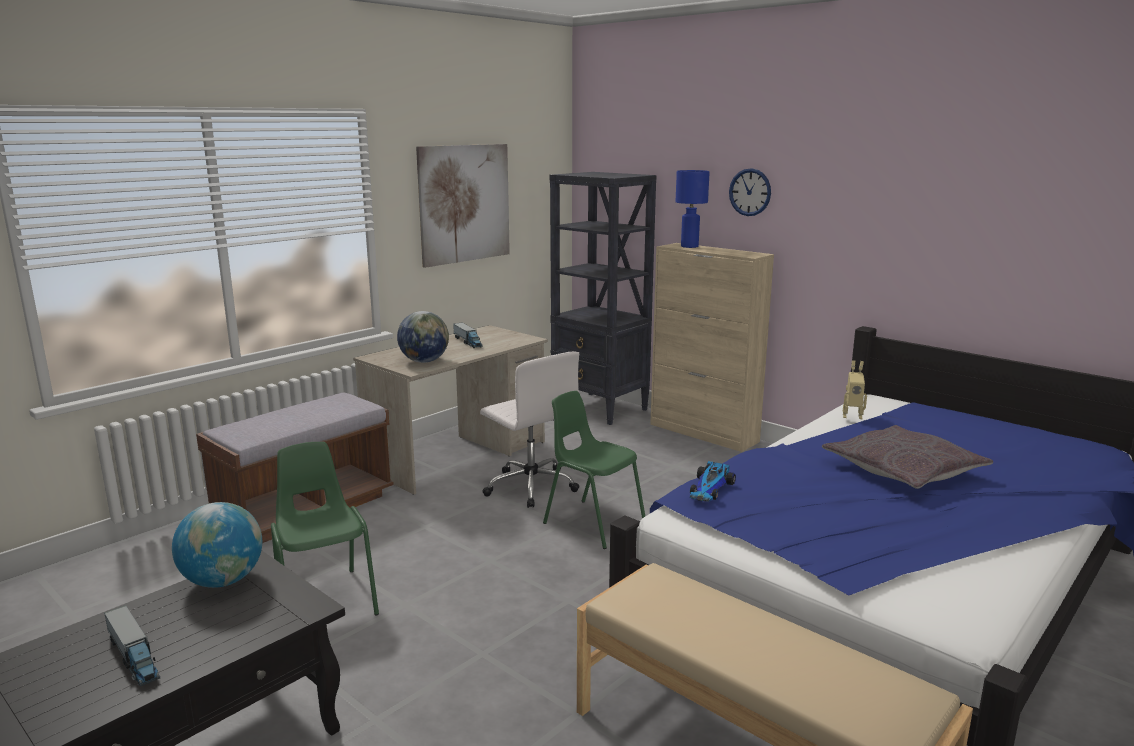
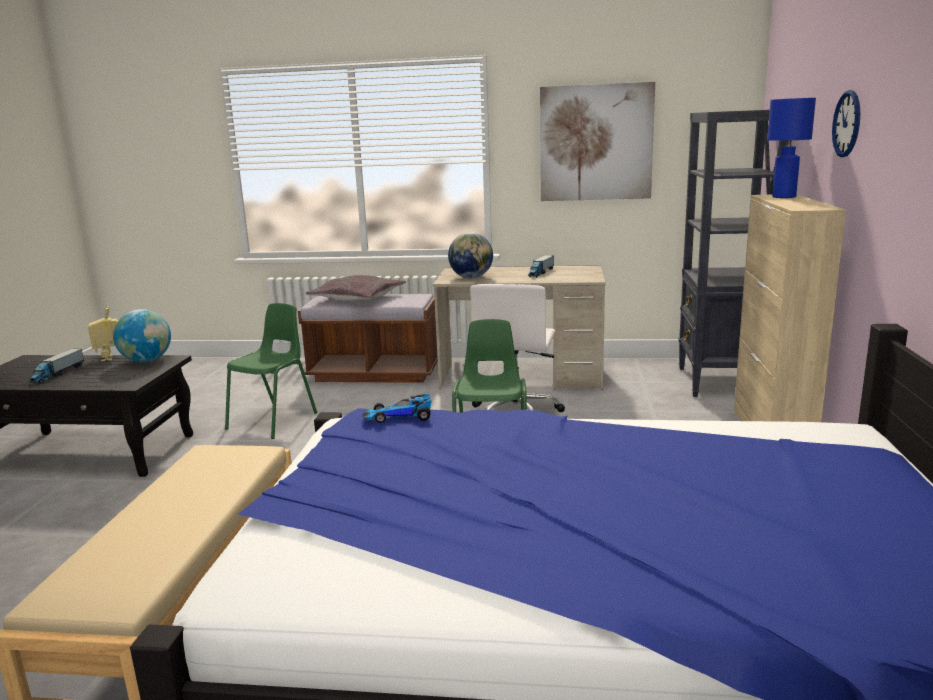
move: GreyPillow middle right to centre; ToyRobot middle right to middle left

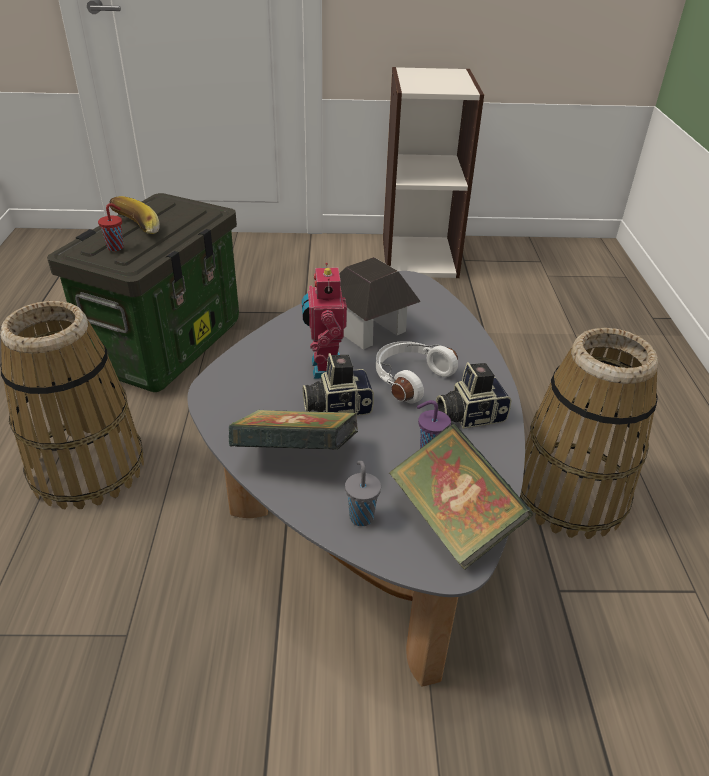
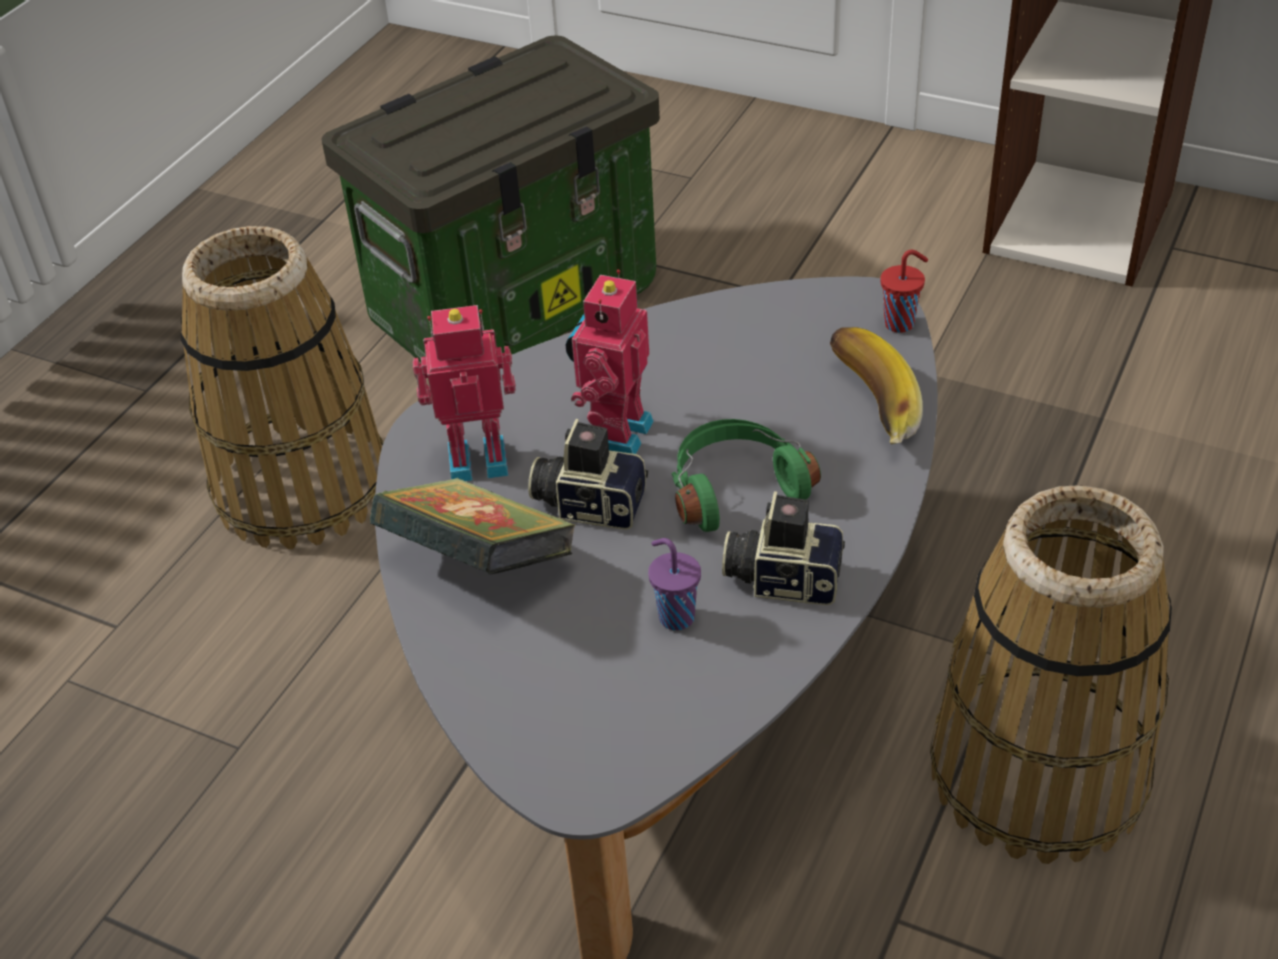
delete: ToyHouse centre; GreyCup centre; Book (2nd from left) centre
insert: ToyRobot (1st from left) centre
move: RedCup top left to top right; Banana top left to middle right
recolor: WhiteHeadphones centre to GreenHeadphones centre

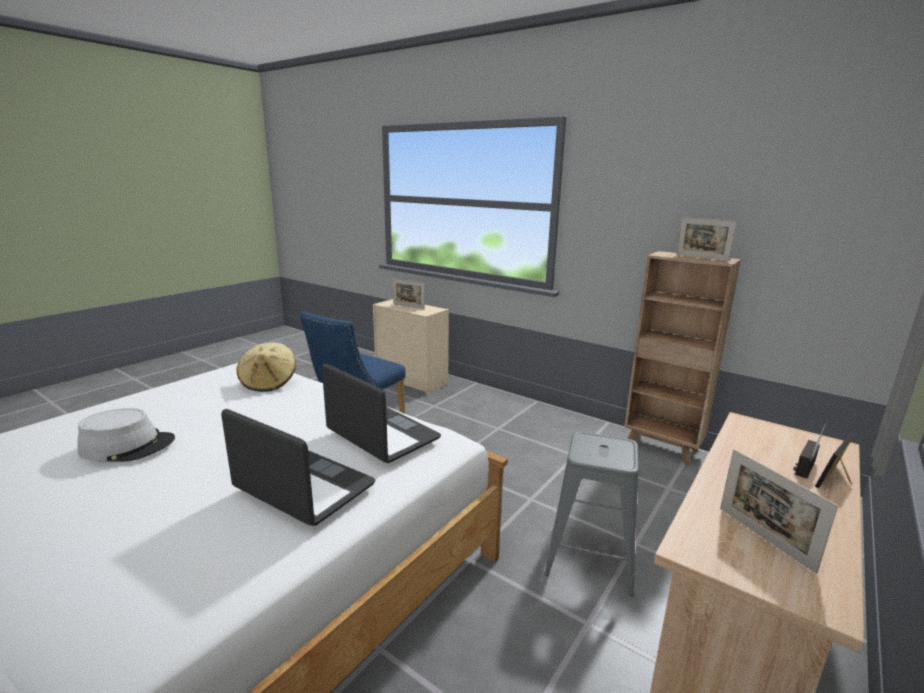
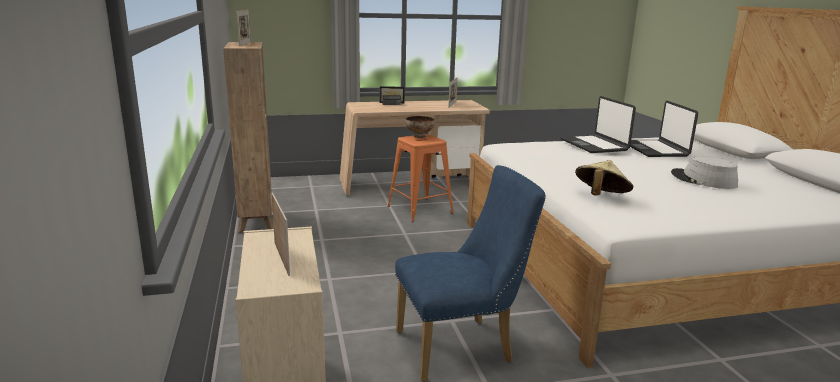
insert: Bowl top centre
move: Laptop (2nd from left) centre to middle right
recolor: GreyStool bottom centre to OrangeStool centre

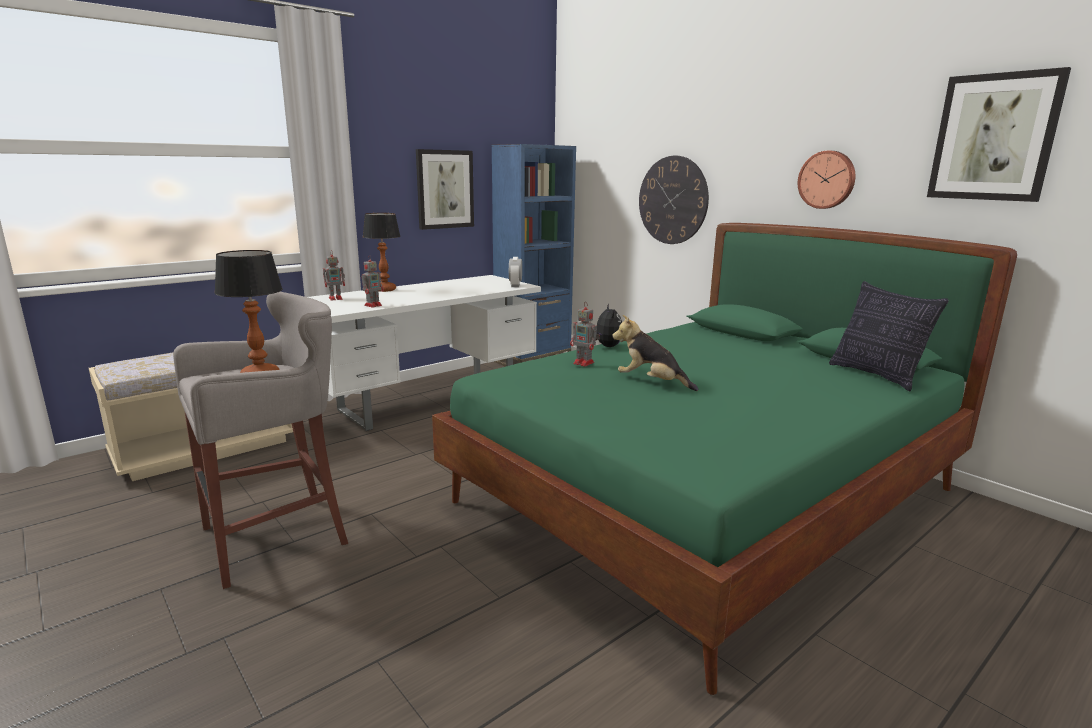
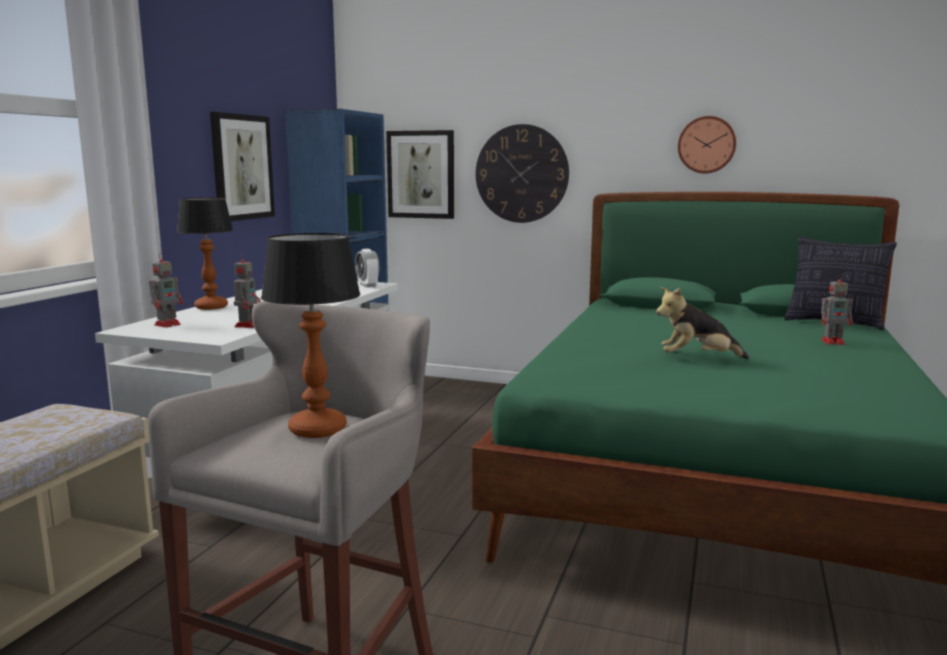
delete: PlushToy (1st from left) centre
move: ToyRobot (3rd from left) centre to middle right; Picture (2nd from left) top right to top centre

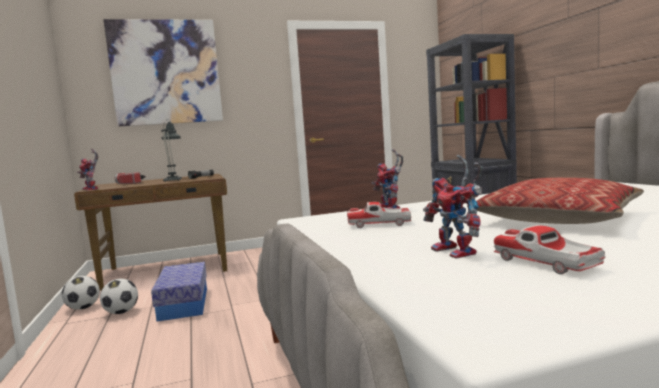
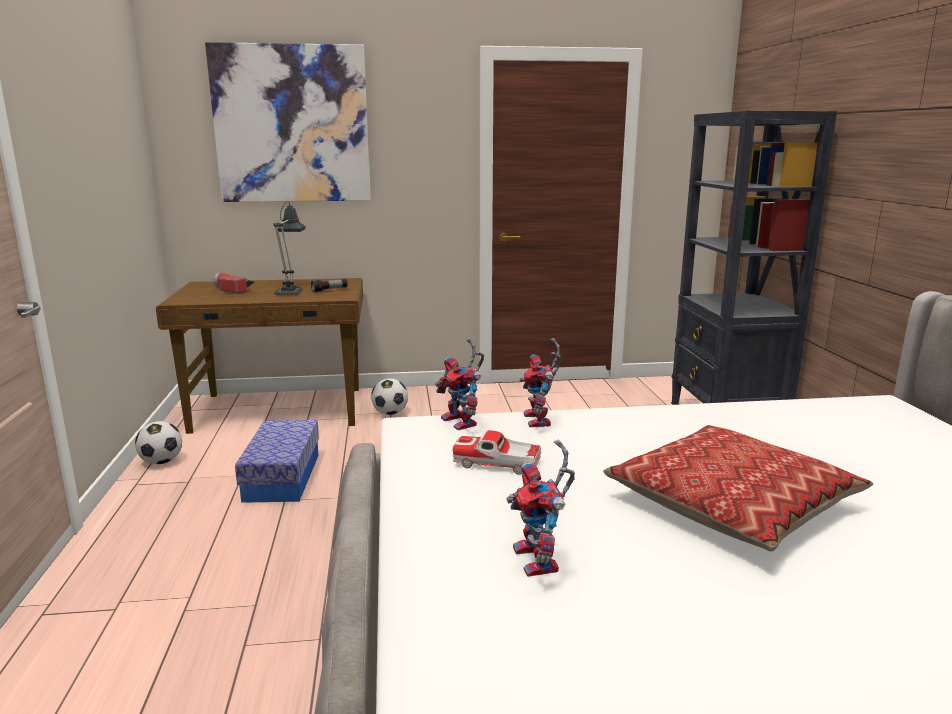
delete: ToyCar (2nd from left) middle right
move: ToyRobot (1st from left) middle left to centre; Football (2nd from left) bottom left to centre

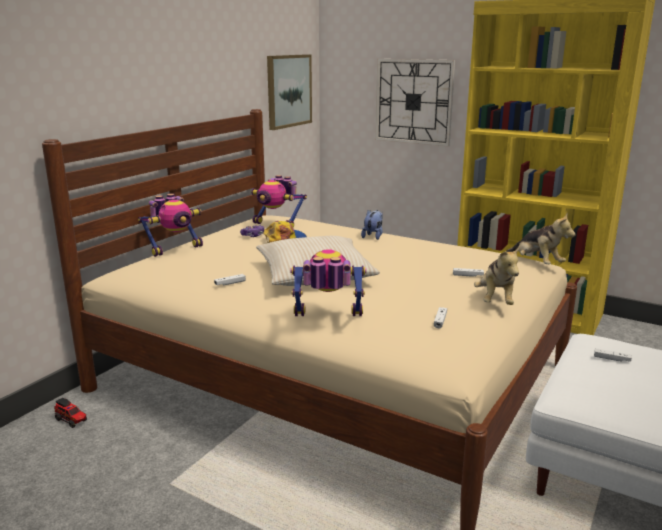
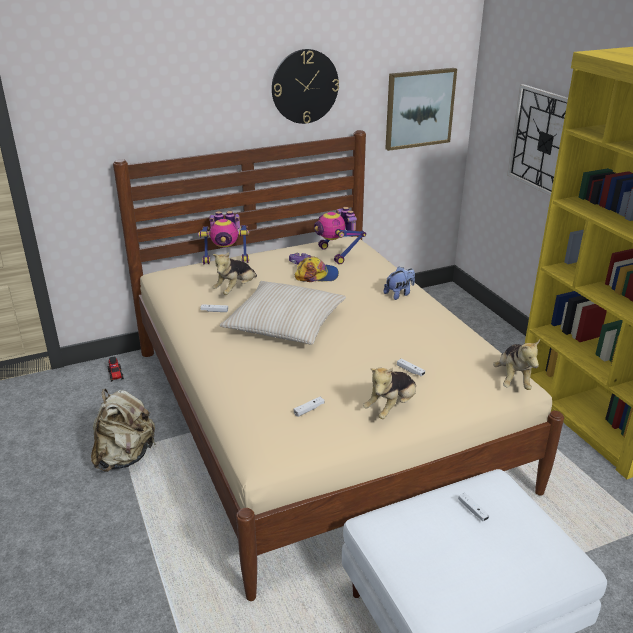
delete: ToyRobot (3rd from left) centre
insert: BeigeBackpack bottom left; PlushToy (1st from left) centre; WallClock (1st from left) top centre

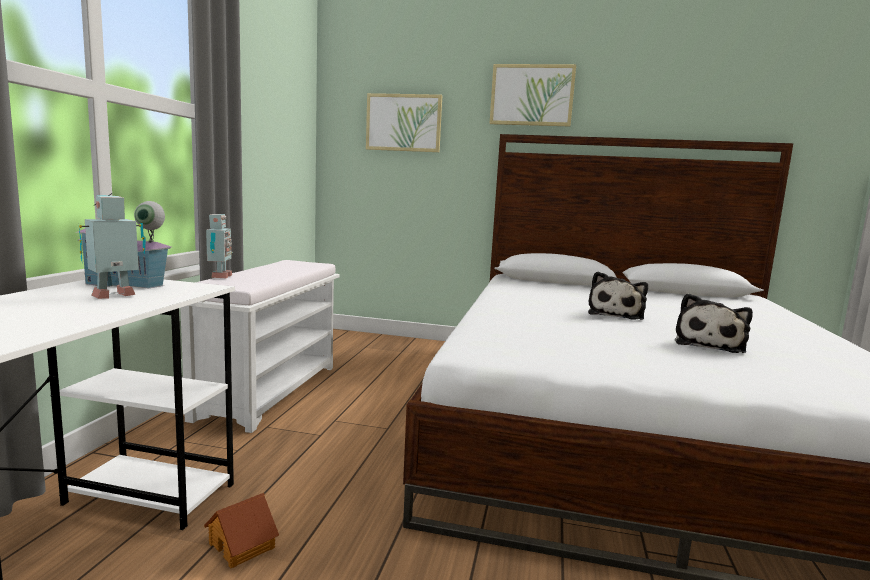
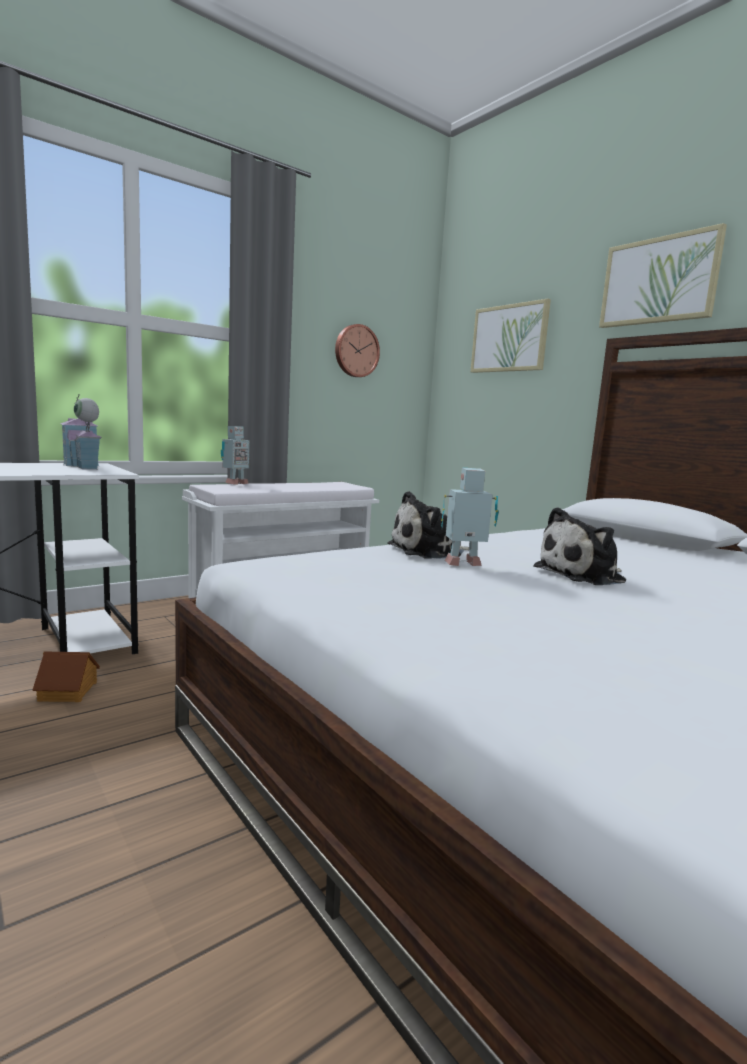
insert: WallClock top centre
move: ToyRobot (1st from left in the first image) middle left to ToyRobot (2nd from left) centre; PlushToy (2nd from left in the first image) middle right to PlushToy (1st from left) centre

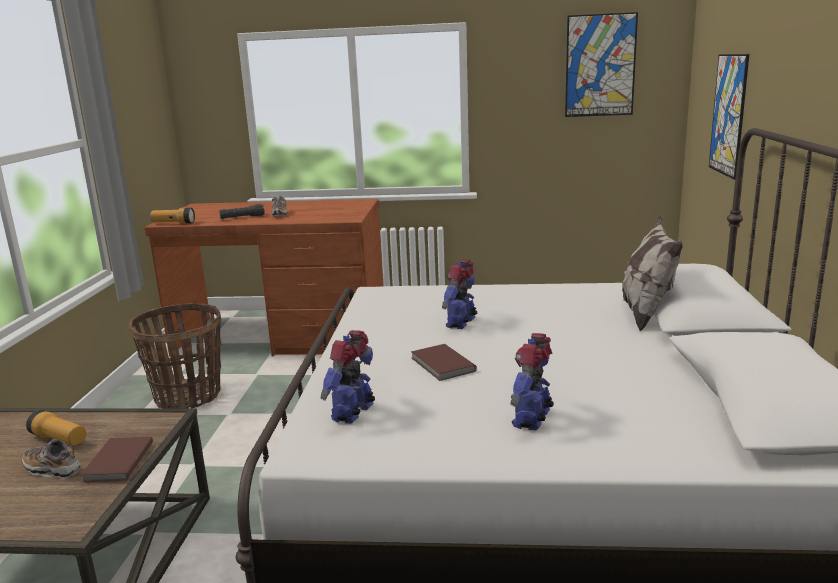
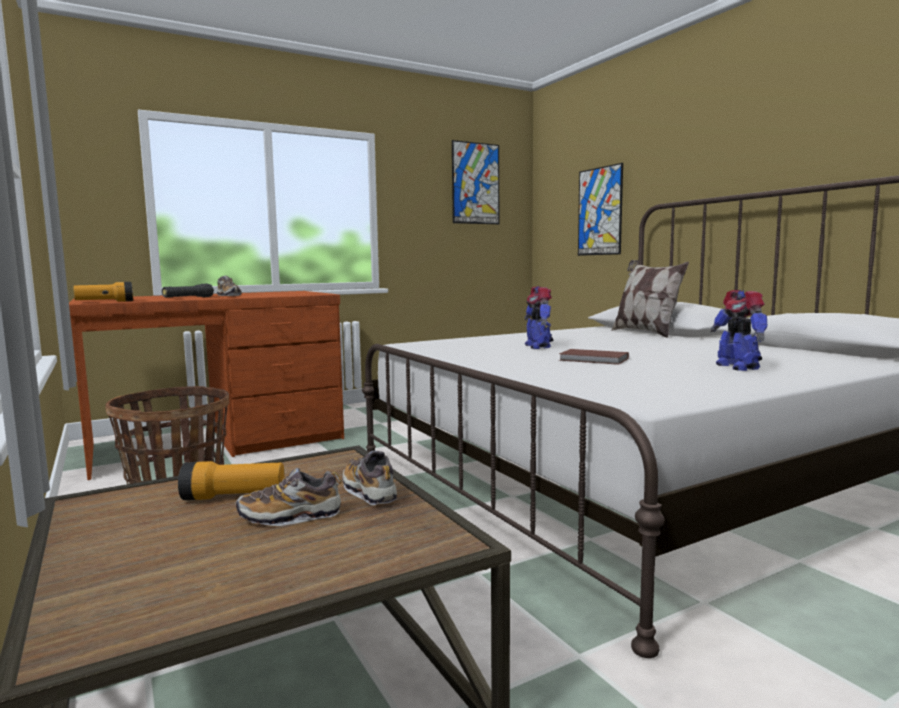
delete: ToyRobot (1st from left) centre
replace: BrownBook (1st from left) bottom left to Shoe (3rd from left) bottom centre

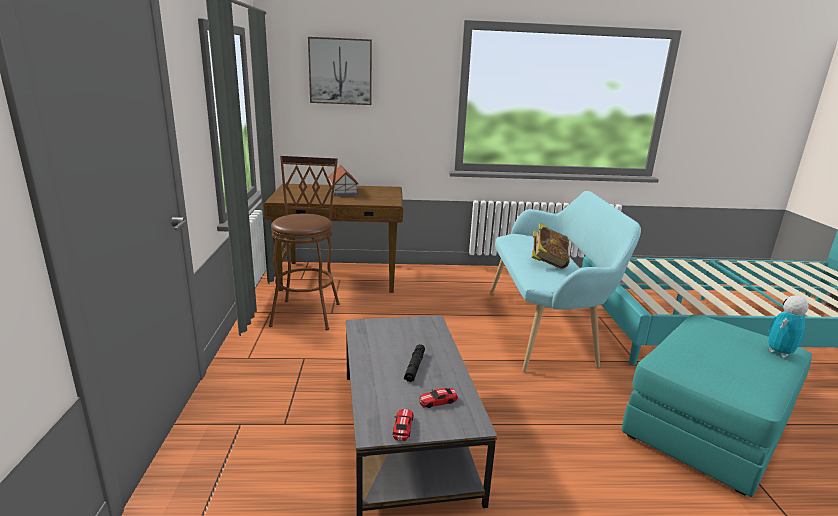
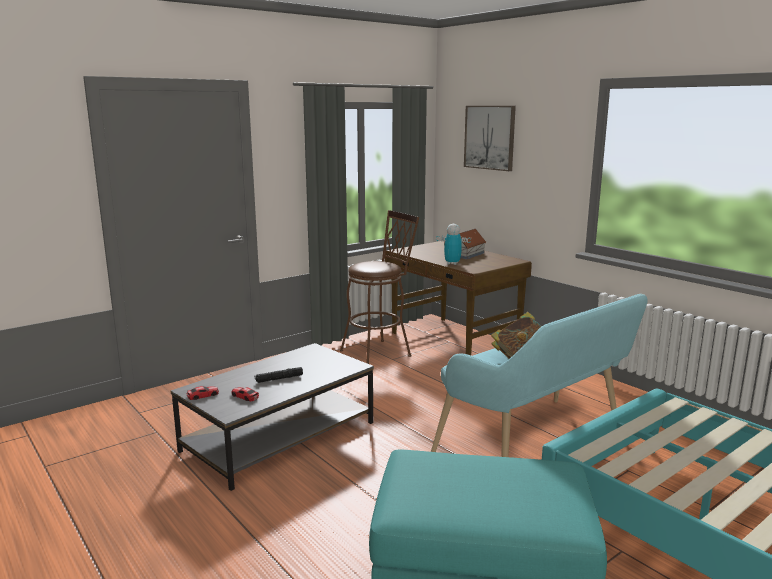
move: ToyRobot middle right to centre

